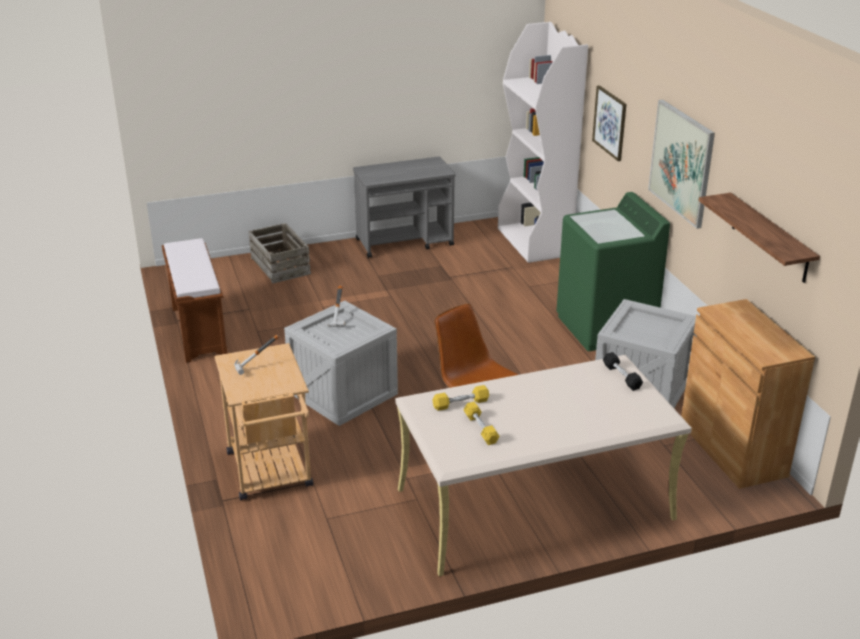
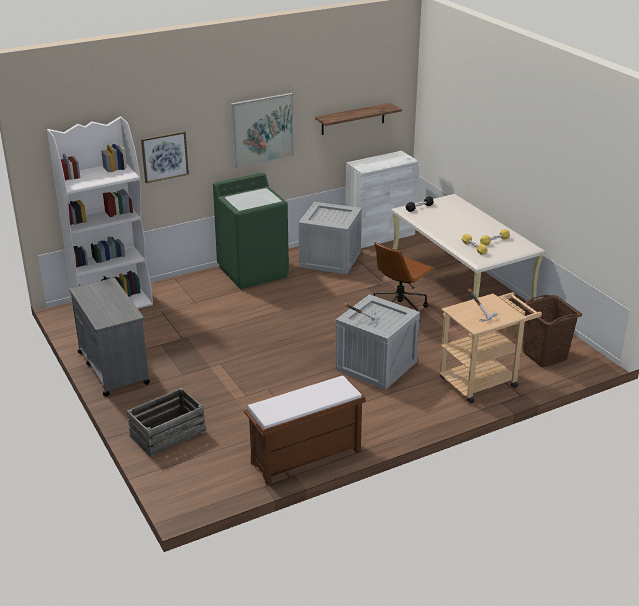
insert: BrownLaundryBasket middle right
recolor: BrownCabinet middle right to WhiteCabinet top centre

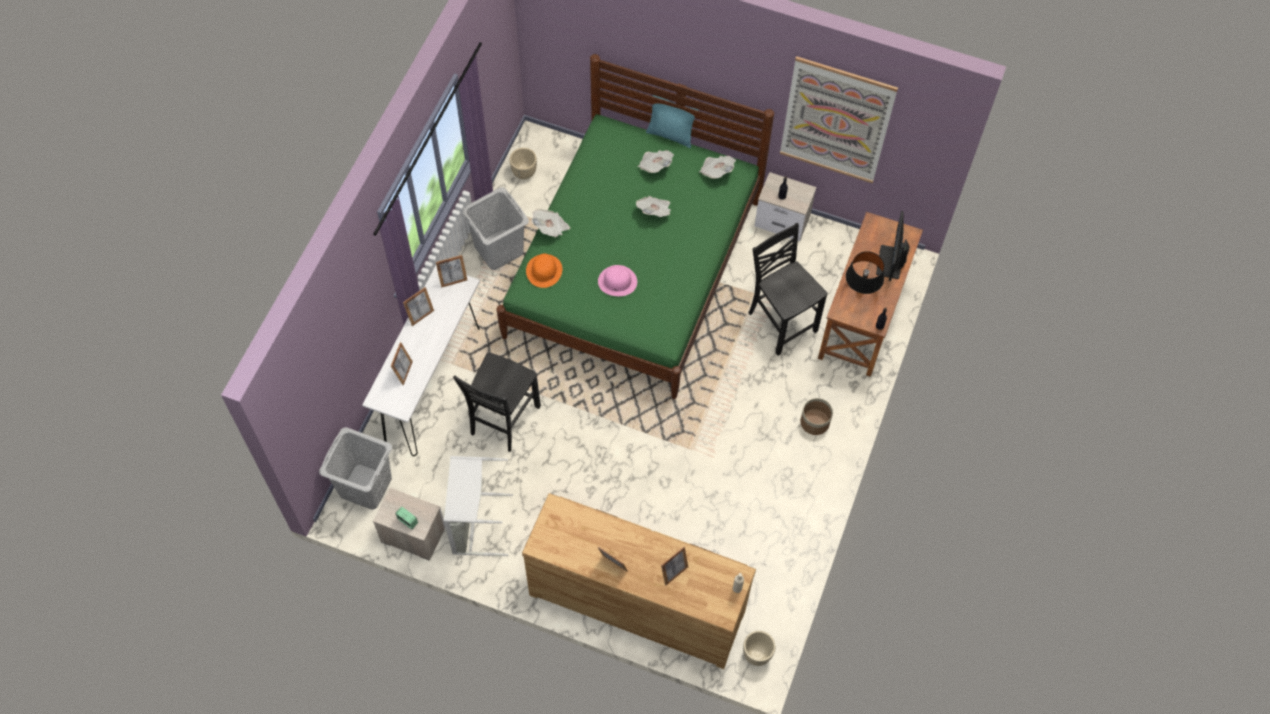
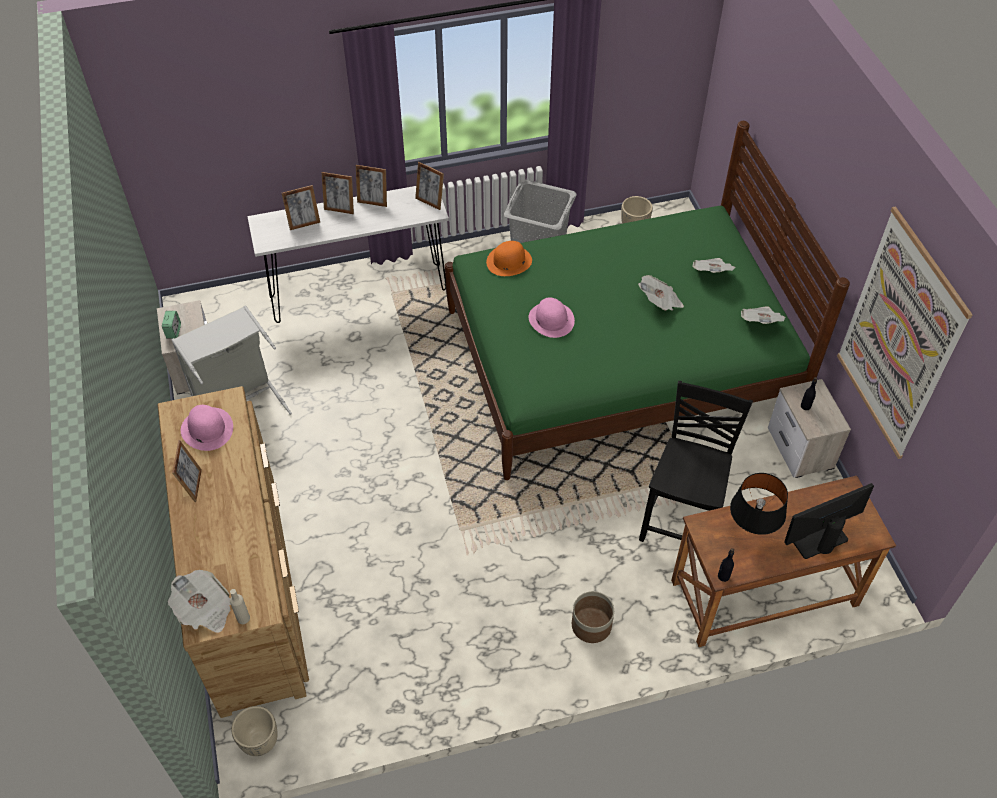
delete: GreyLaundryBasket (1st from left) middle left; BlackChair (1st from left) centre; TurquoisePillow top centre
insert: PinkHat (1st from left) middle left
move: Newspaper (1st from left) top centre to bottom left; PictureFrame (5th from left in the first image) bottom centre to PictureFrame (3rd from left) top centre

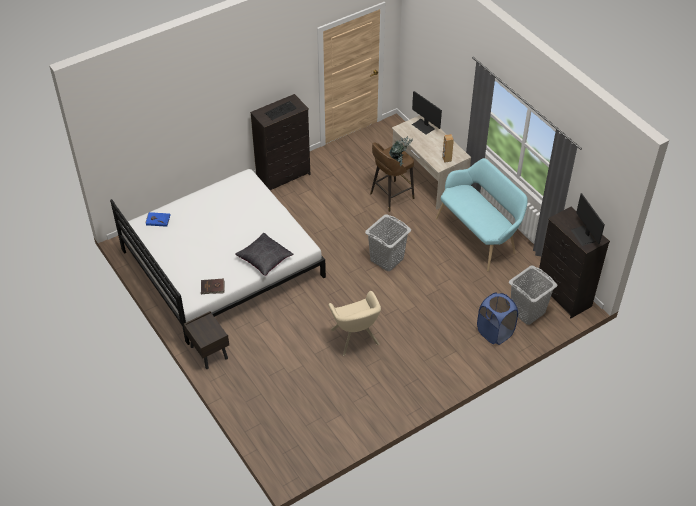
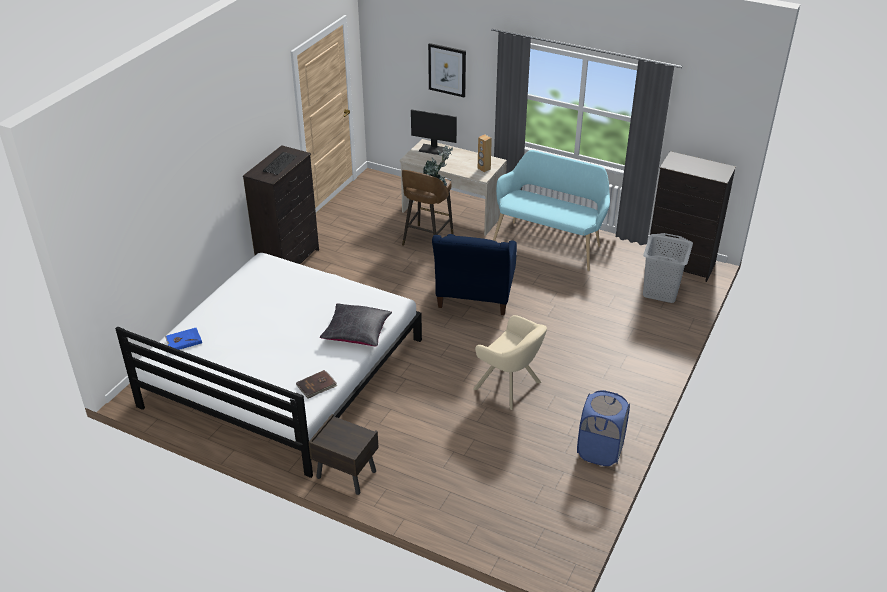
delete: Monitor (2nd from left) middle right
insert: Picture top centre
move: BlueLaundryBasket middle right to bottom right
replace: GreyLaundryBasket (1st from left) centre to BlueArmchair centre

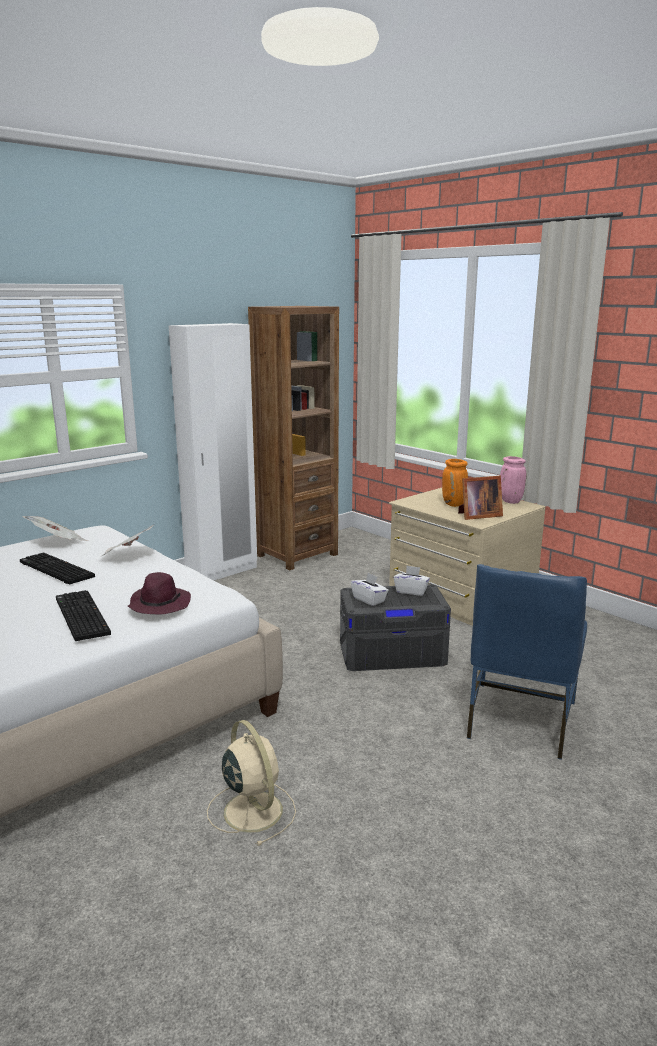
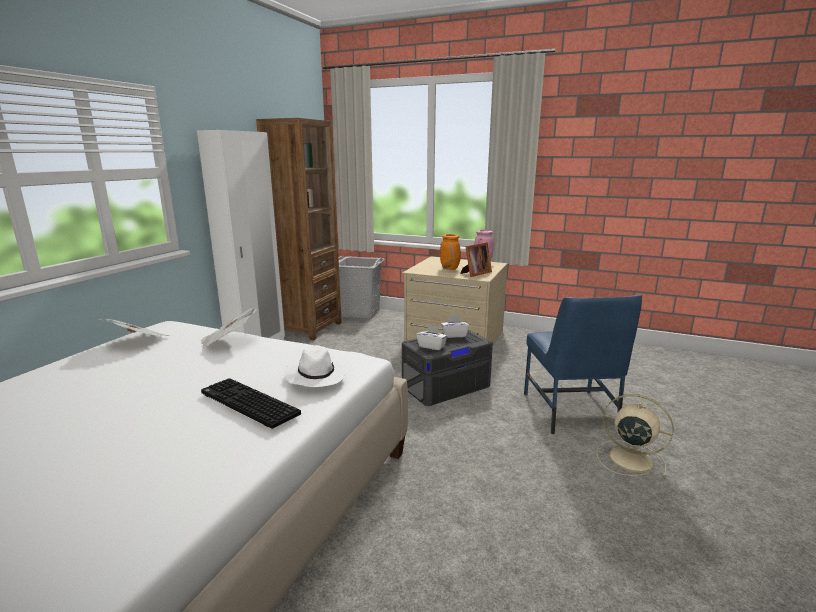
delete: Keyboard (1st from left) middle left
insert: GreyLaundryBasket centre
move: BeigeFan bottom centre to bottom right
recolor: PurpleHat middle left to WhiteHat centre

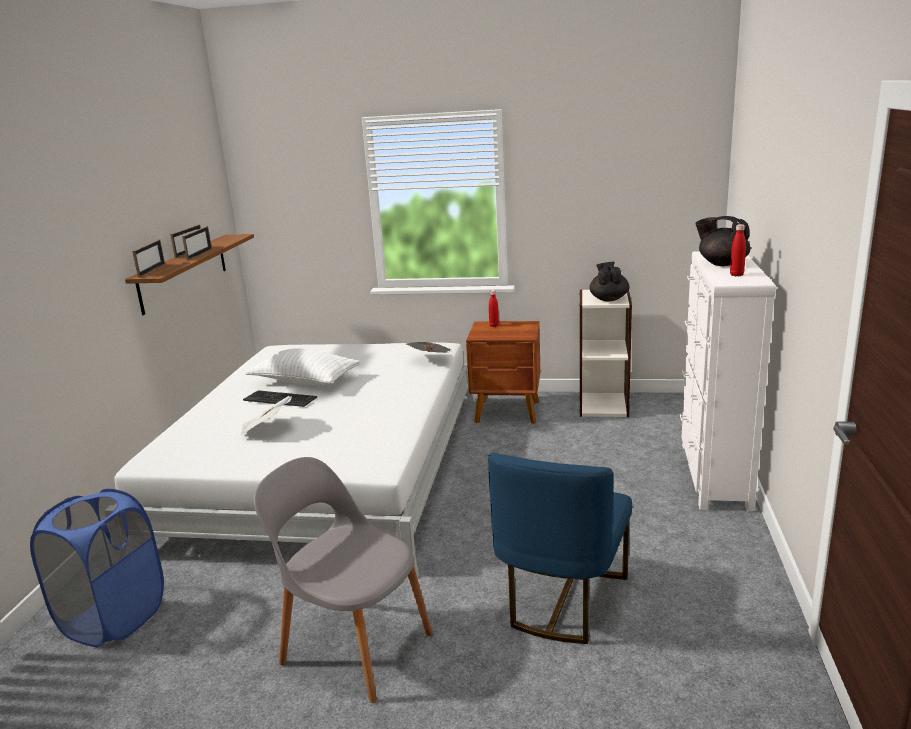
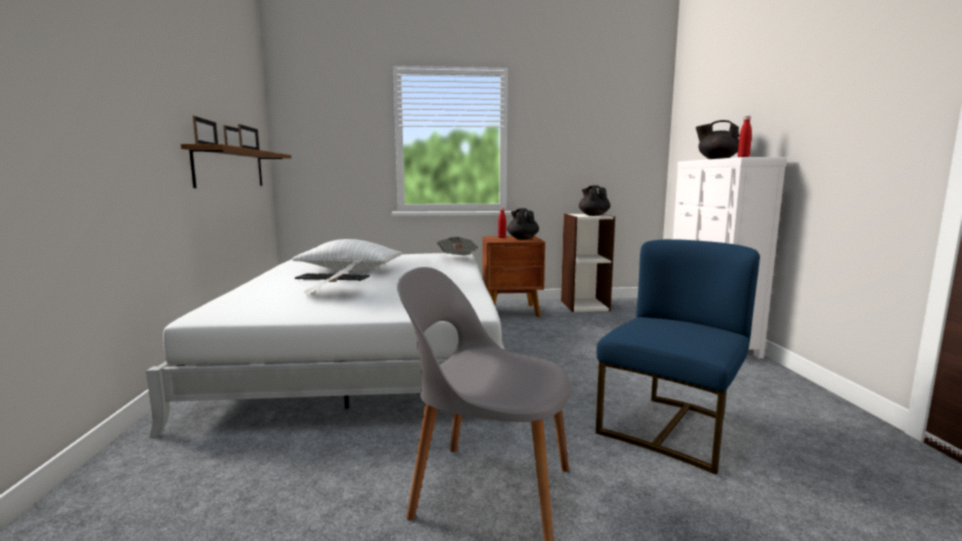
delete: BlueLaundryBasket bottom left
insert: BlackTeapot (1st from left) centre
rotate: BlueChair bottom centre = middle right 150 degrees counterclockwise

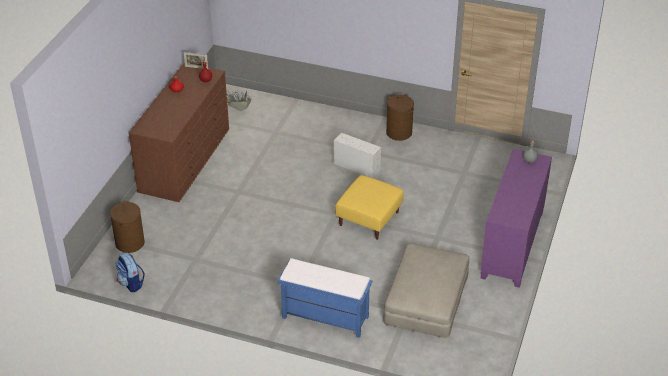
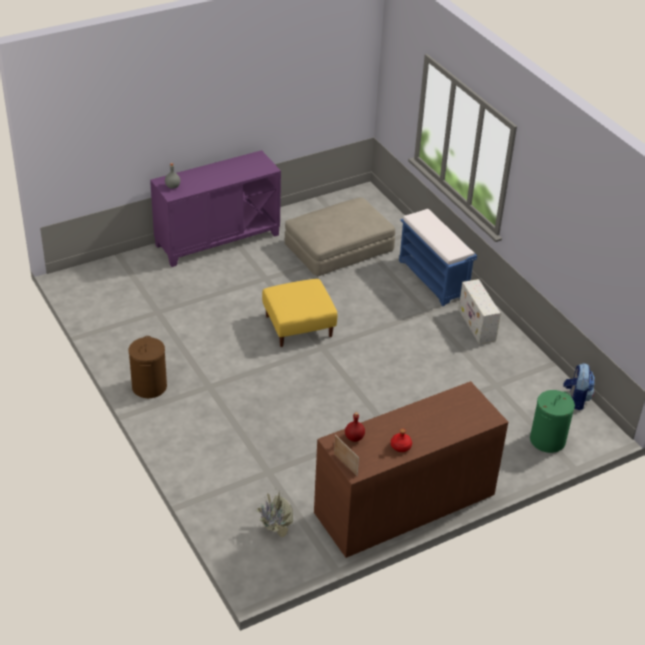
move: WhiteStorageBox centre to middle right
recolor: BrownLaundryBasket (1st from left) middle left to GreenLaundryBasket middle right

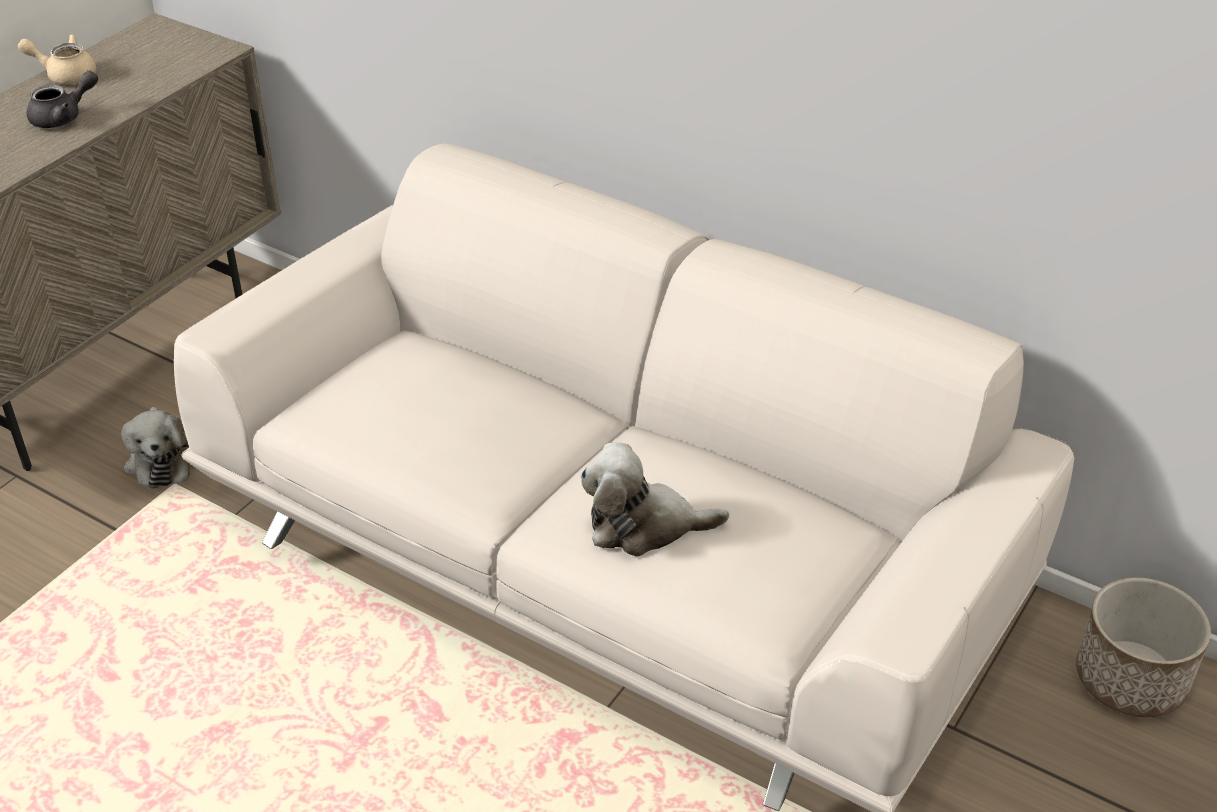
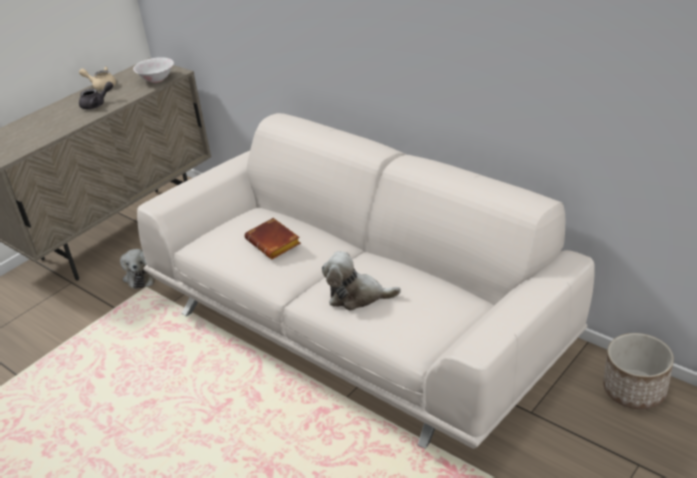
insert: WhiteBowl top left; BrownBook centre

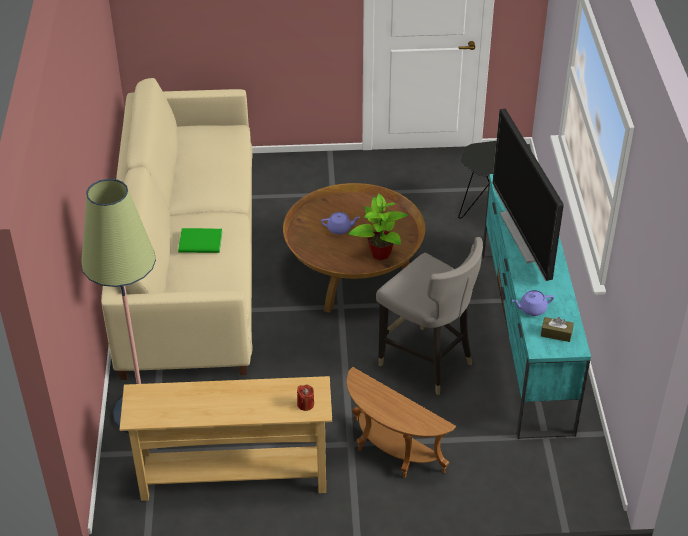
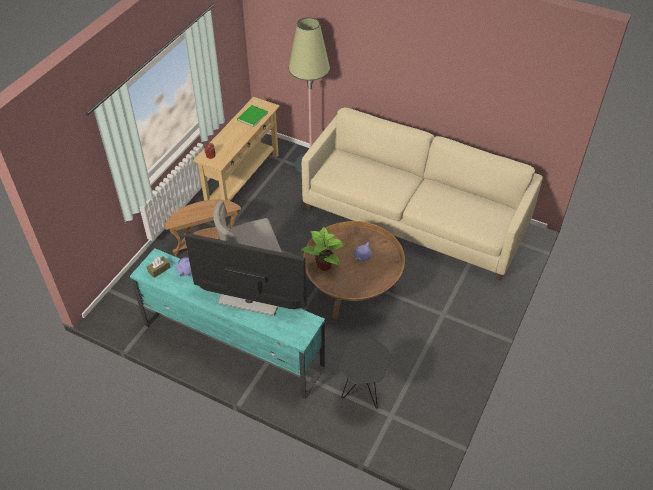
move: GreenBook middle left to top centre

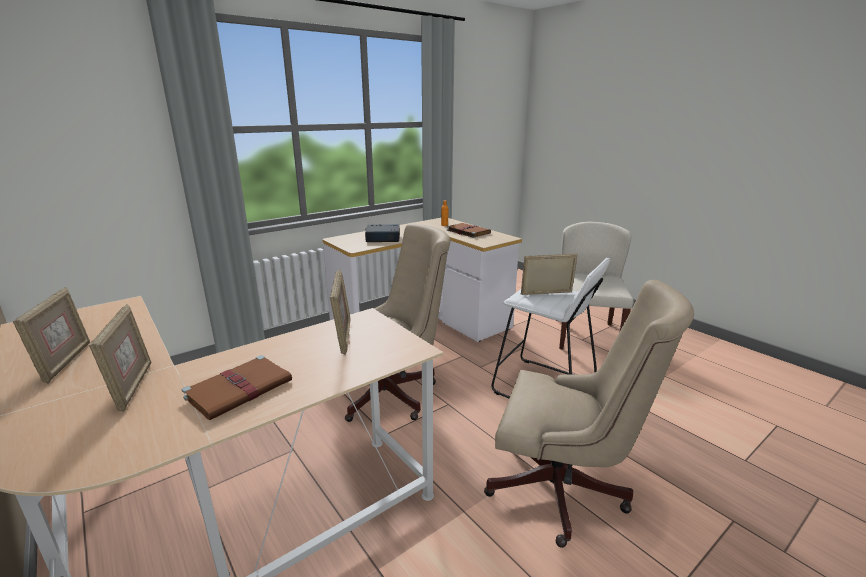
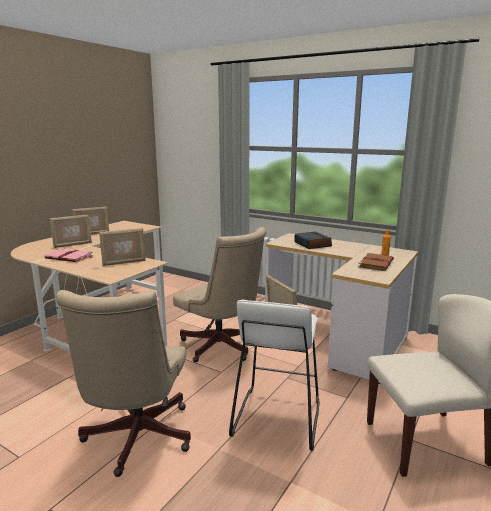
recolor: BrownBook (1st from left) bottom left to PinkBook middle left

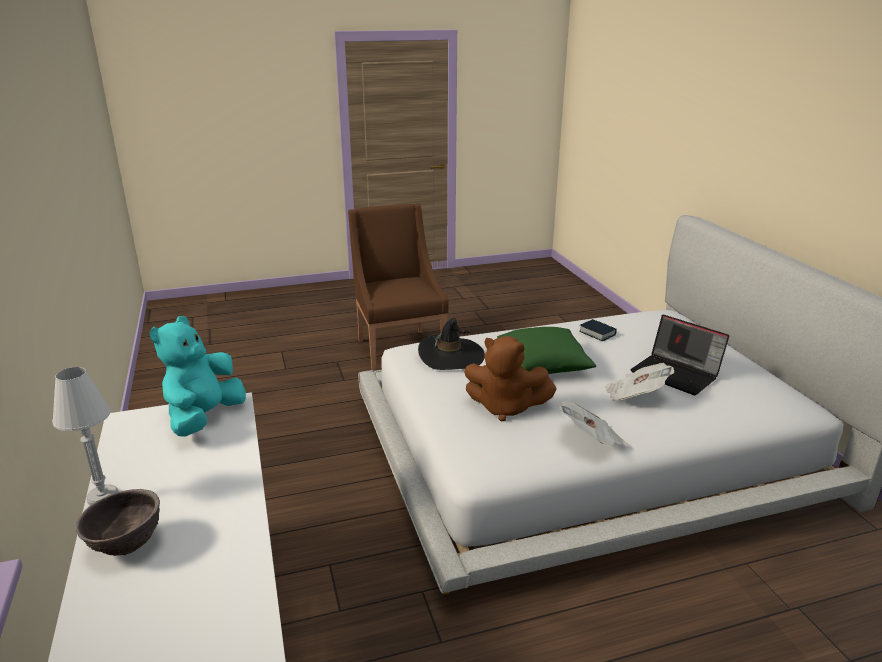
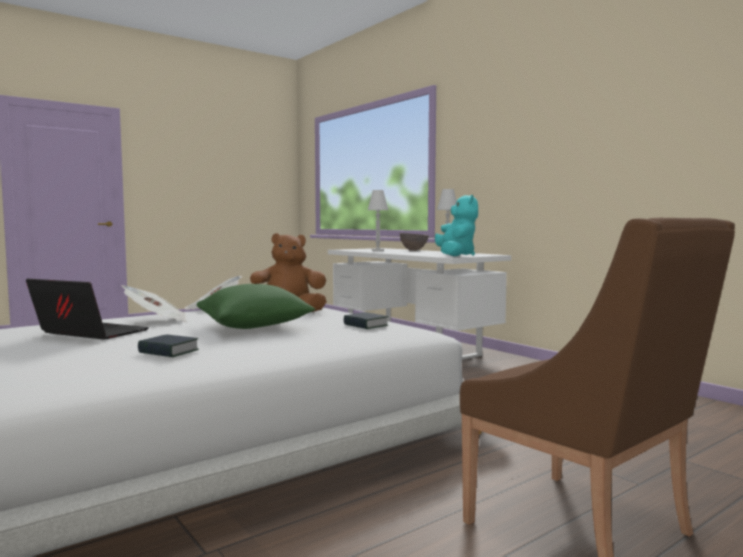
insert: WhiteTableLamp (1st from left) centre
replace: BlackHat centre to Book (2nd from left) centre

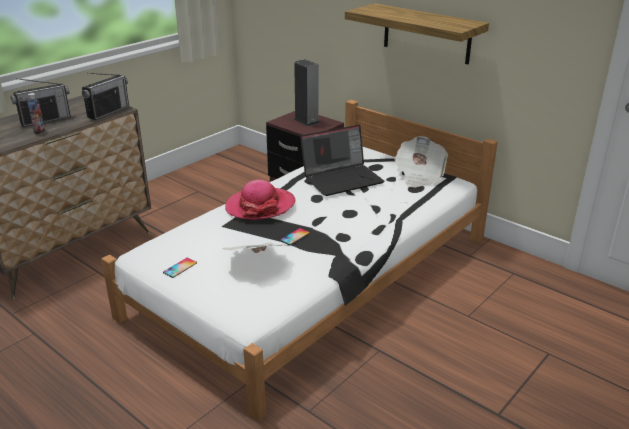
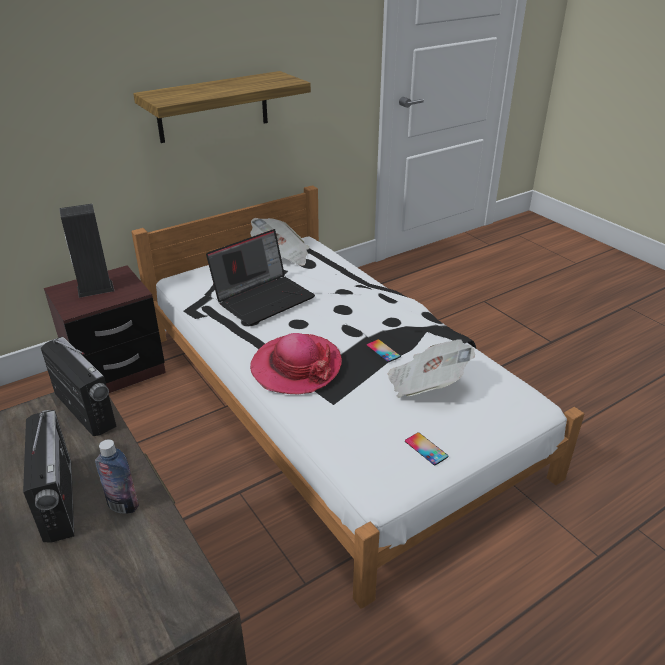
rotate: Laptop centre = centre 60 degrees clockwise

